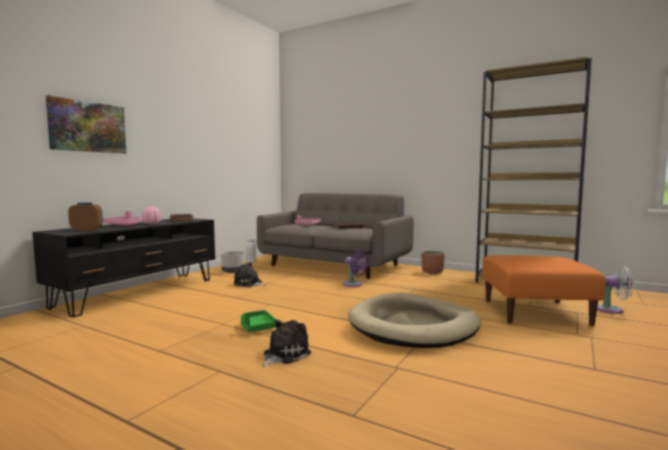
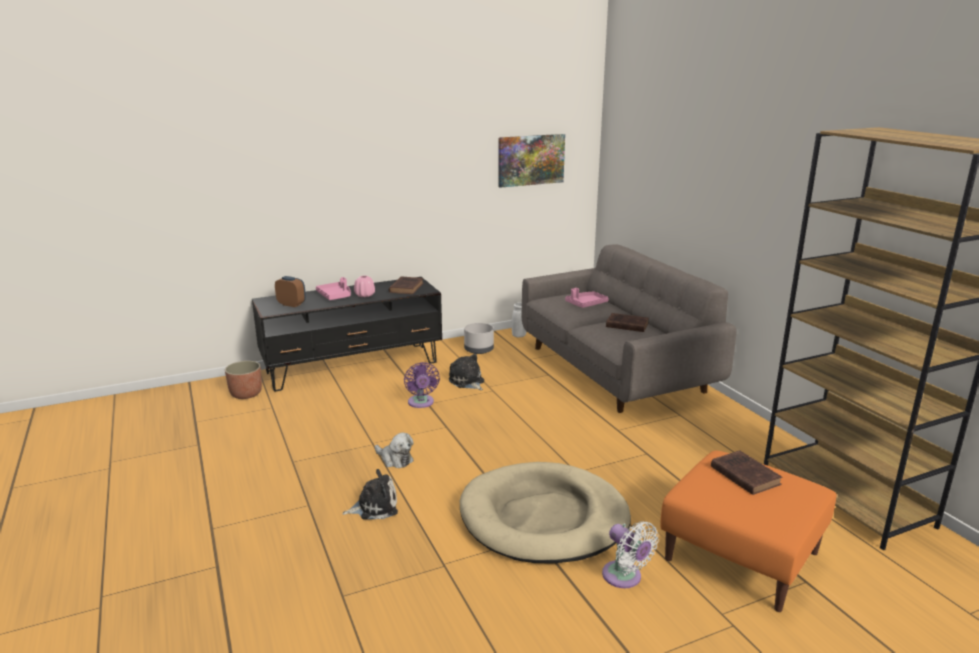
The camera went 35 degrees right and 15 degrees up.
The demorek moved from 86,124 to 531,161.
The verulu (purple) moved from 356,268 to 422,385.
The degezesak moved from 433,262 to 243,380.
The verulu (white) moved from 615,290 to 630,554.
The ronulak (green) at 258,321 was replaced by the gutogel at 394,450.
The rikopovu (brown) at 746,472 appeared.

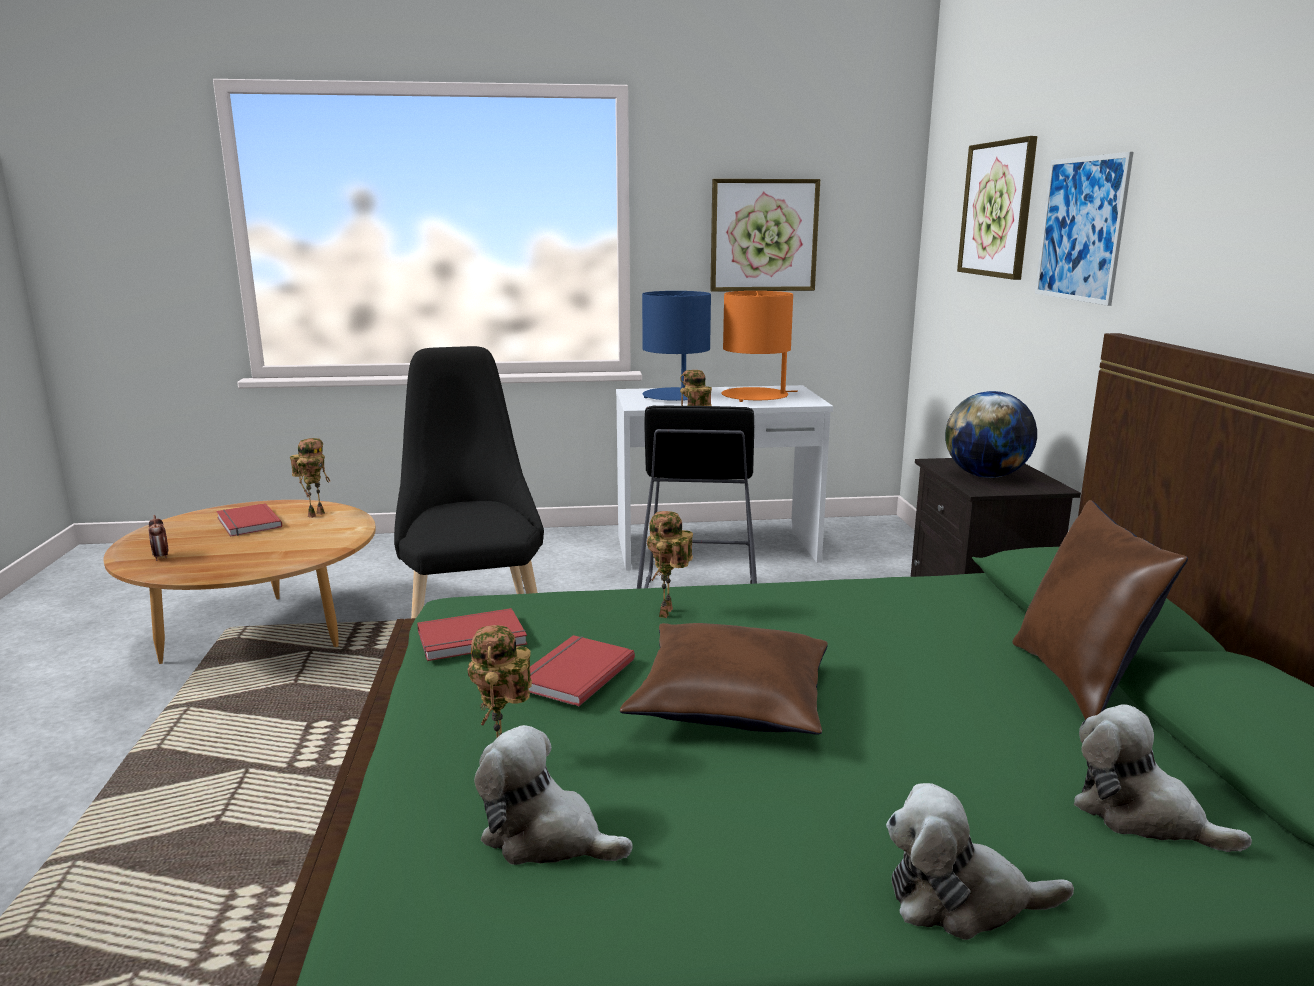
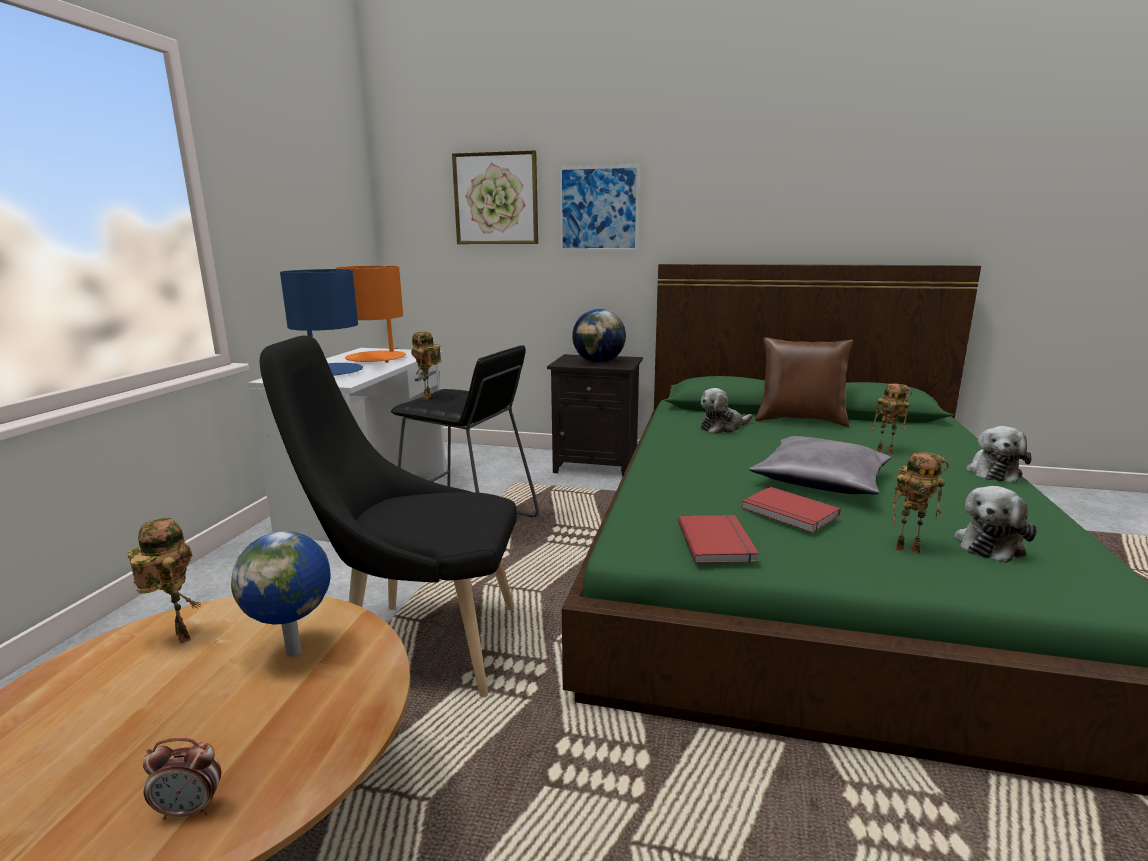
The camera went 70 degrees left and 0 degrees up.
The demorek at 765,235 disappeared.
The rikopovu (red) at 249,520 disappeared.
The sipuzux moved from 670,564 to 892,419.
The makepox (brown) at 724,679 became the makepox (grey) at 820,465.
The gutogel moved from 1163,778 to 726,411.
The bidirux at 281,594 appeared.

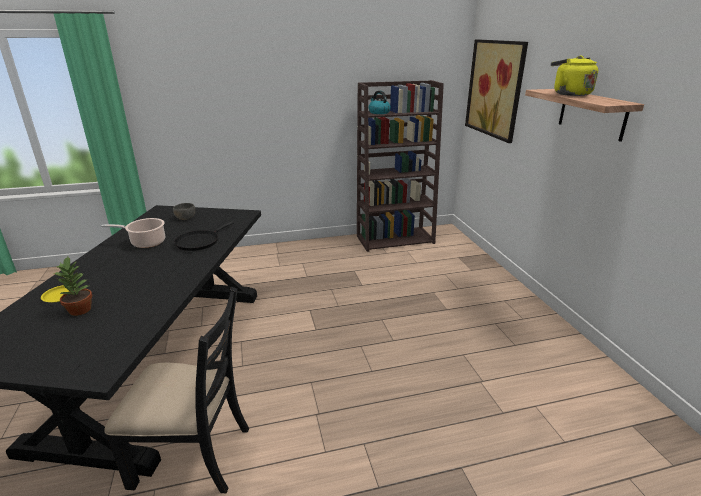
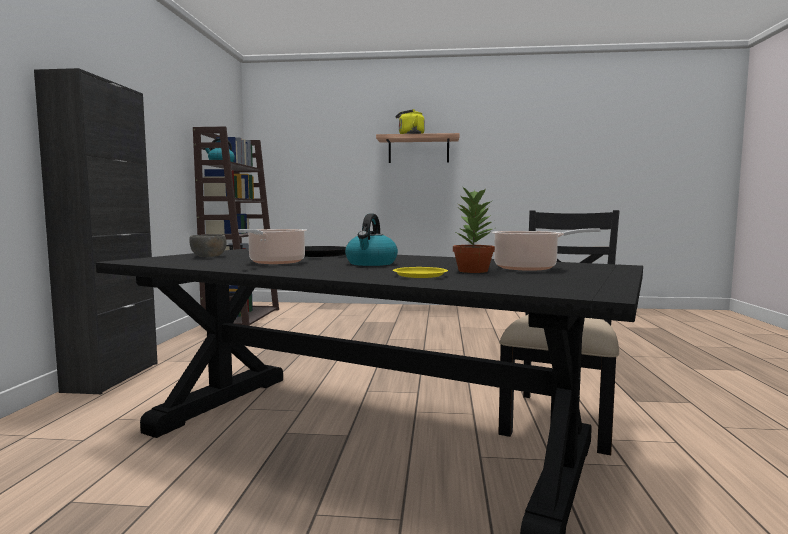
The camera went 70 degrees left and 20 degrees down.
The demorek at 496,91 disappeared.
The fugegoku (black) at 96,231 appeared.
The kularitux at 371,240 appeared.
The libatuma at 546,249 appeared.

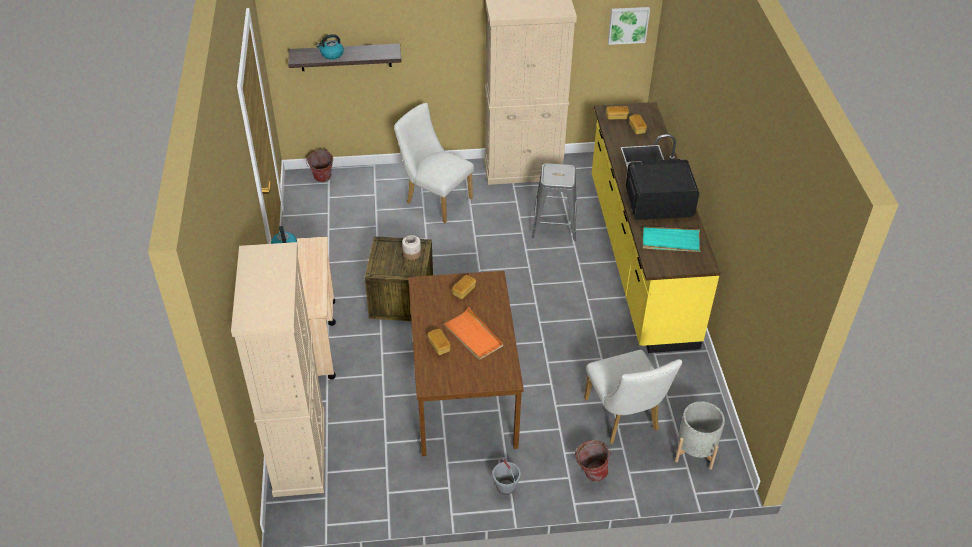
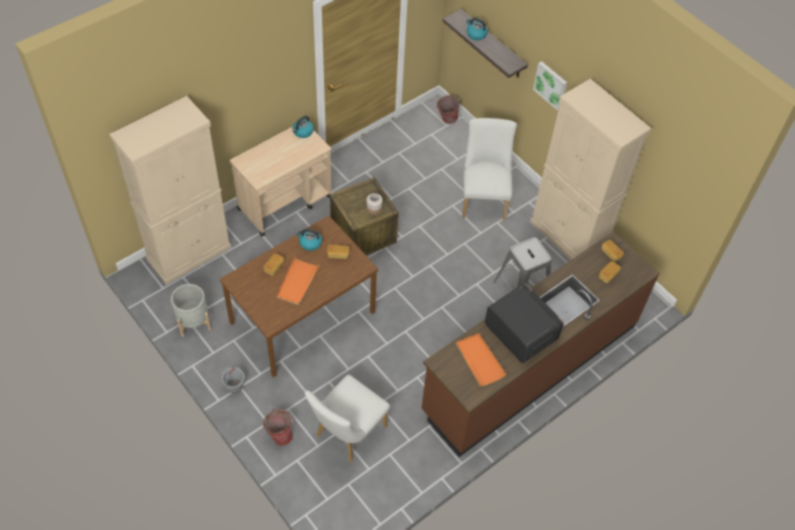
The camera went 55 degrees right and 10 degrees up.
The demorek moved from 629,26 to 550,85.
The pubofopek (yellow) at 656,227 became the pubofopek (brown) at 541,344.
The ronulak (turquoise) at 672,239 became the ronulak (orange) at 481,359.
The degezesak (grey) moved from 700,435 to 191,310.
The kularitux at 309,240 appeared.

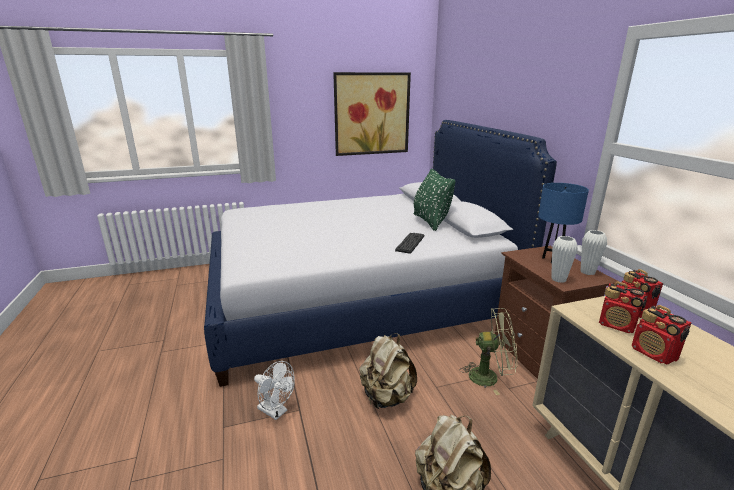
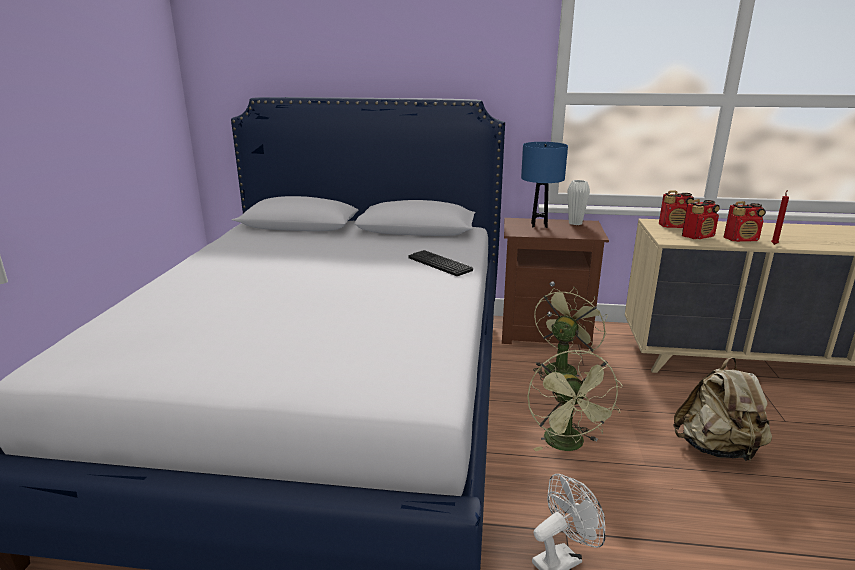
The camera went 65 degrees left and 0 degrees up.
The demorek at 372,114 disappeared.
The makepox (green) at 435,200 disappeared.
The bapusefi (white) at 564,259 disappeared.
The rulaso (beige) at 388,371 was replaced by the verulu (green) at 575,400.
The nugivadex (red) at 780,217 appeared.

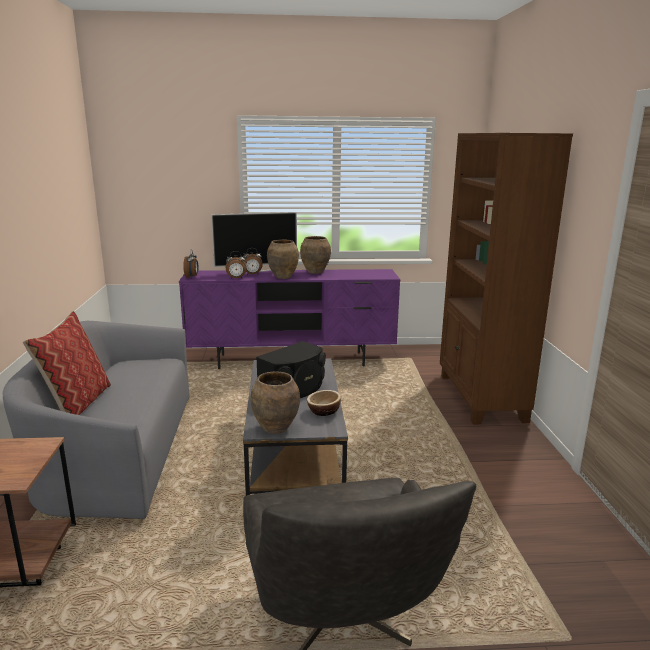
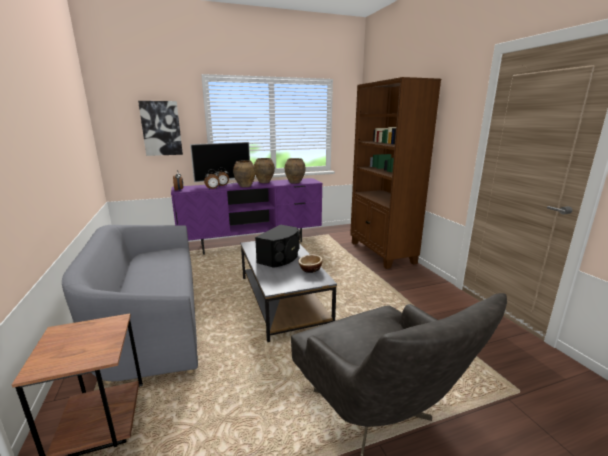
The camera went 15 degrees left and 0 degrees up.
The makepox at 67,363 disappeared.
The bapusefi (brown) moved from 275,402 to 295,171.
The demorek at 160,128 appeared.

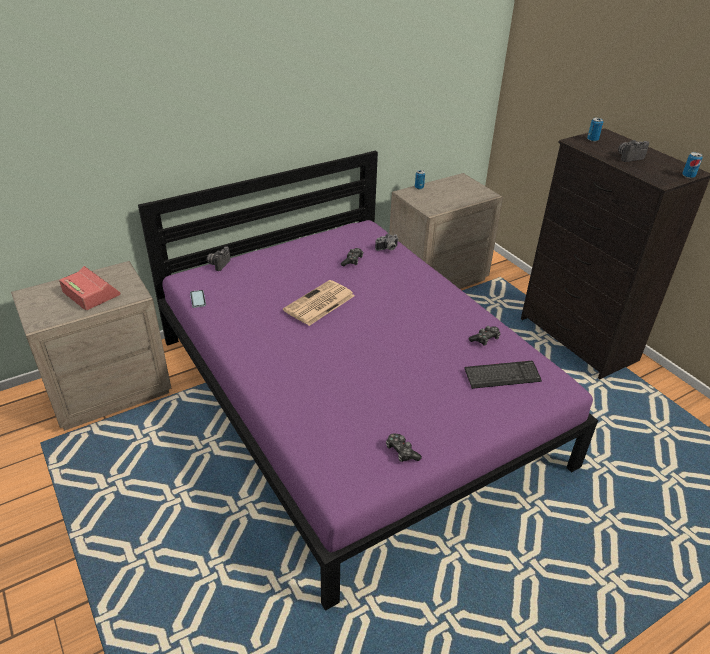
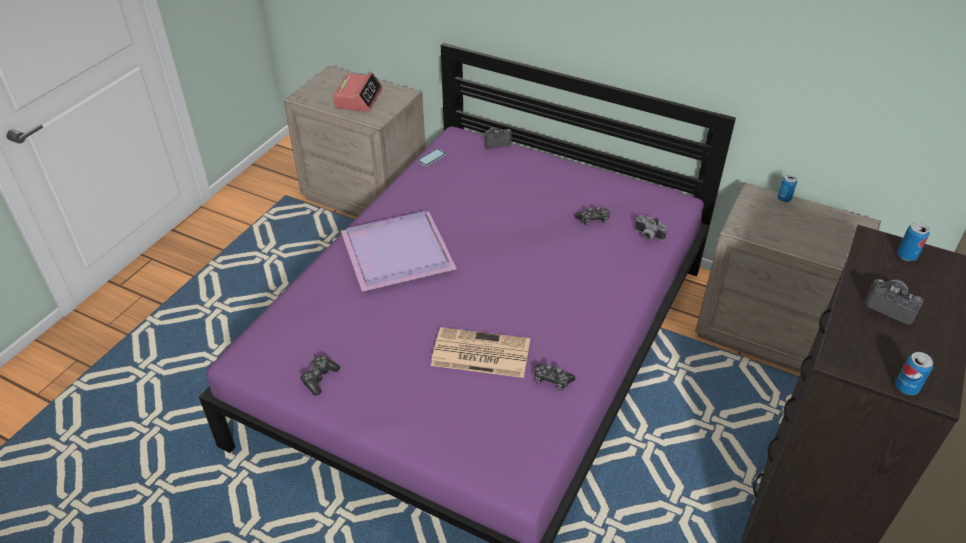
The camera went 60 degrees right and 5 degrees up.
The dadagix moved from 319,303 to 480,352.
The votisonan at 503,375 disappeared.
The ronulak (purple) at 399,251 appeared.

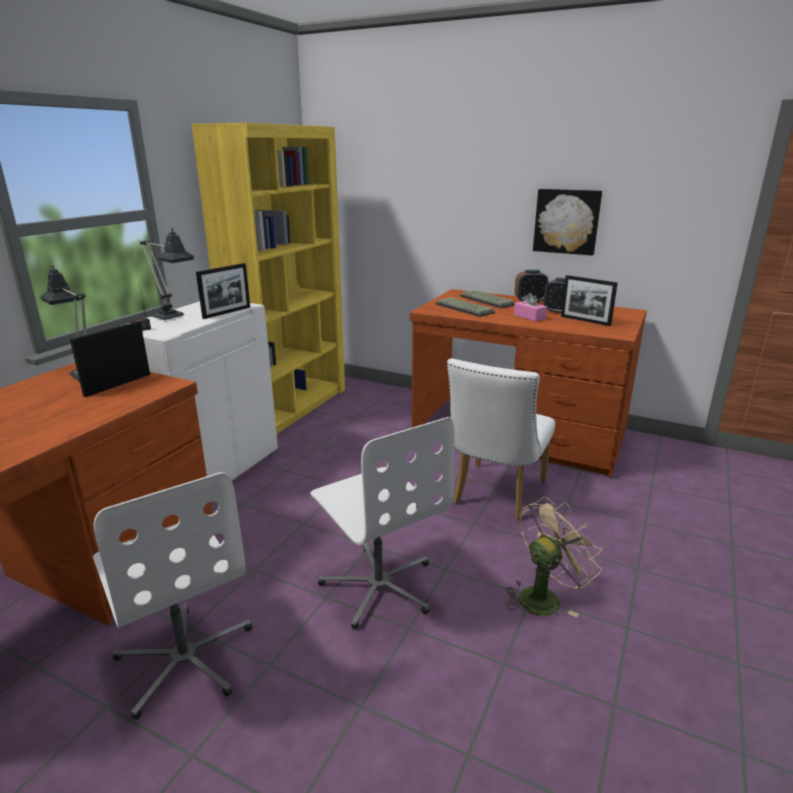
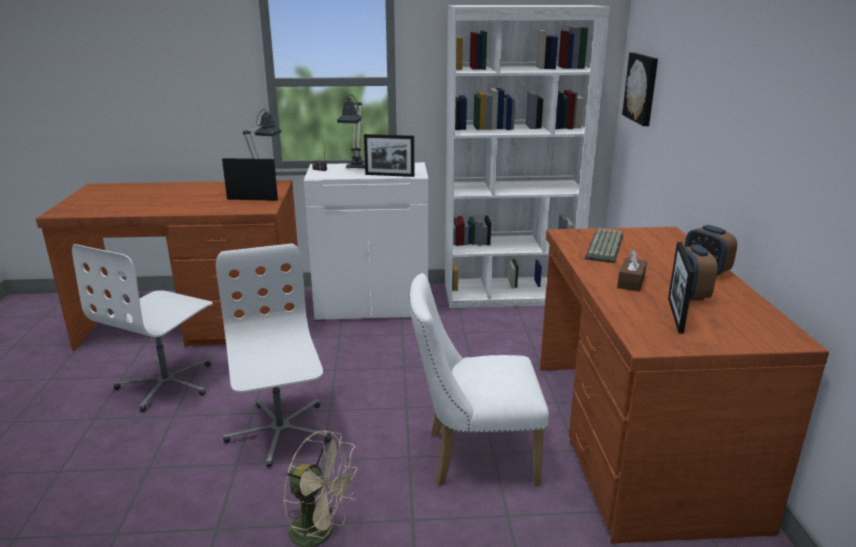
The camera went 60 degrees right and 0 degrees up.
The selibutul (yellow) at 268,278 became the selibutul (white) at 527,156.
The demorek moved from 567,222 to 640,89.
The votisonan at 487,299 disappeared.
The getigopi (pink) at 530,307 became the getigopi (brown) at 632,270.
The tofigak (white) at 382,523 turned 135 degrees clockwise.

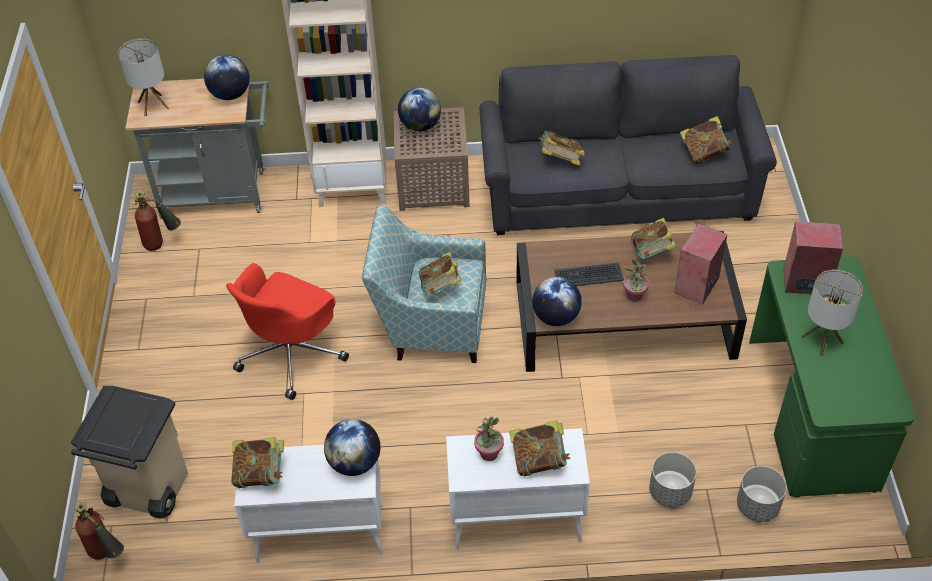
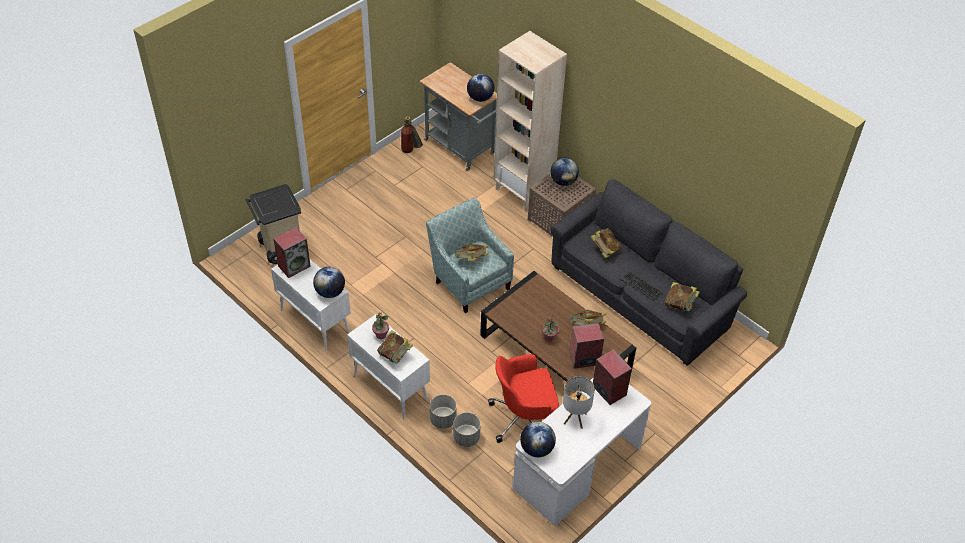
The camera went 45 degrees right and 0 degrees up.
The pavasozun at 143,77 disappeared.
The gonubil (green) at 832,376 became the gonubil (white) at 582,451.
The tofigak (red) moved from 287,331 to 523,398.
The votisonan moved from 589,274 to 641,286.
The bidirux moved from 557,301 to 538,439.
The rikopovu at 257,462 was replaced by the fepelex at 292,252.
The degezesak (grey) moved from 762,494 to 443,411.
The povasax at 99,531 disappeared.

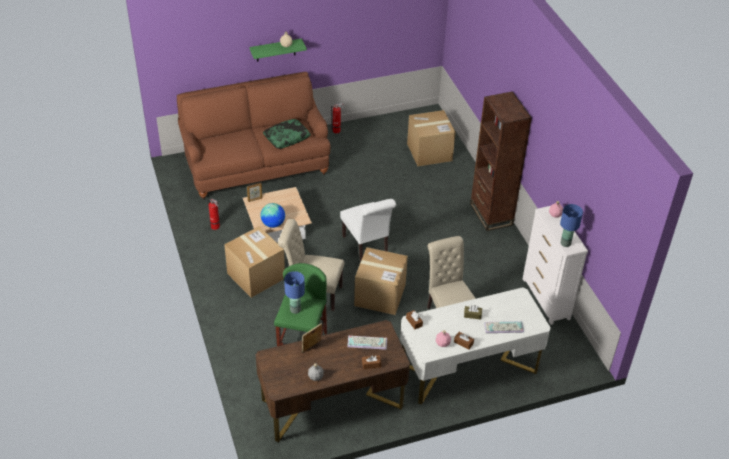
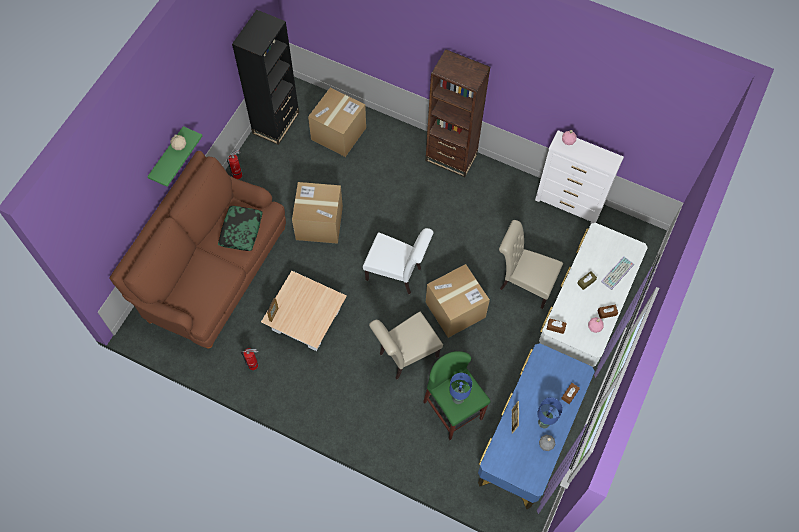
The camera went 45 degrees left and 20 degrees up.
The bidirux at 273,215 disappeared.
The pavasozun (blue) moved from 571,225 to 550,412.
The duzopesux moved from 254,262 to 317,213.
The gonubil (brown) at 332,381 became the gonubil (blue) at 536,426.
The votisonan at 367,343 disappeared.
The selibutul (black) at 265,77 appeared.

